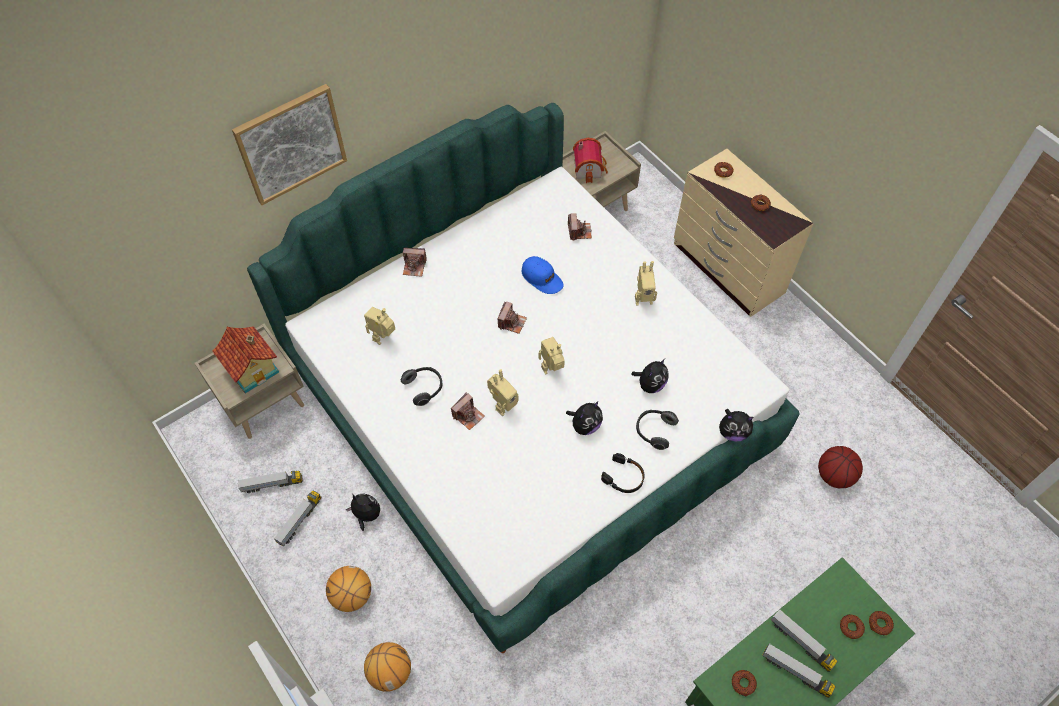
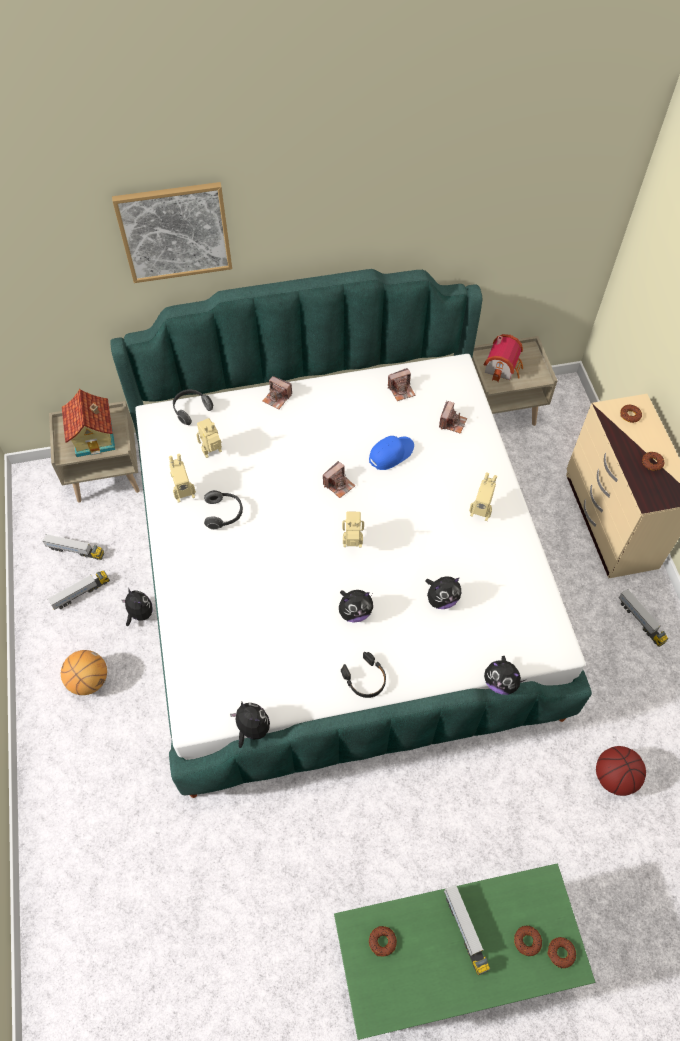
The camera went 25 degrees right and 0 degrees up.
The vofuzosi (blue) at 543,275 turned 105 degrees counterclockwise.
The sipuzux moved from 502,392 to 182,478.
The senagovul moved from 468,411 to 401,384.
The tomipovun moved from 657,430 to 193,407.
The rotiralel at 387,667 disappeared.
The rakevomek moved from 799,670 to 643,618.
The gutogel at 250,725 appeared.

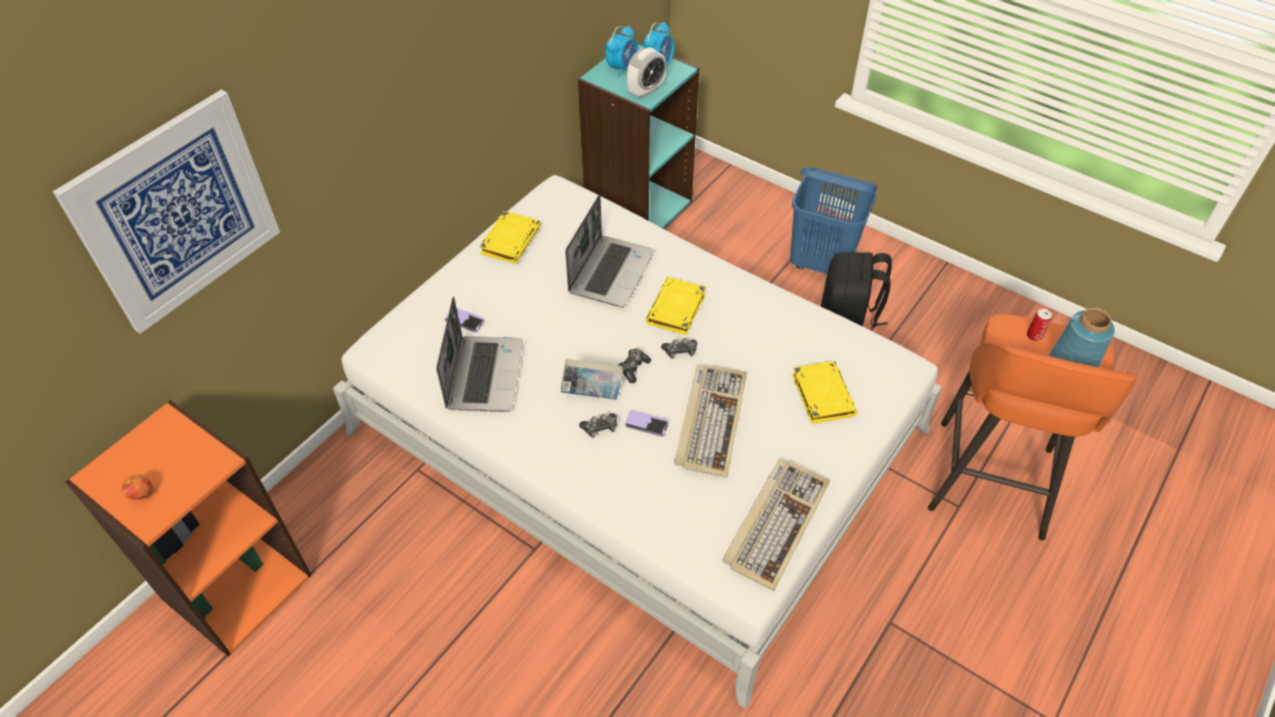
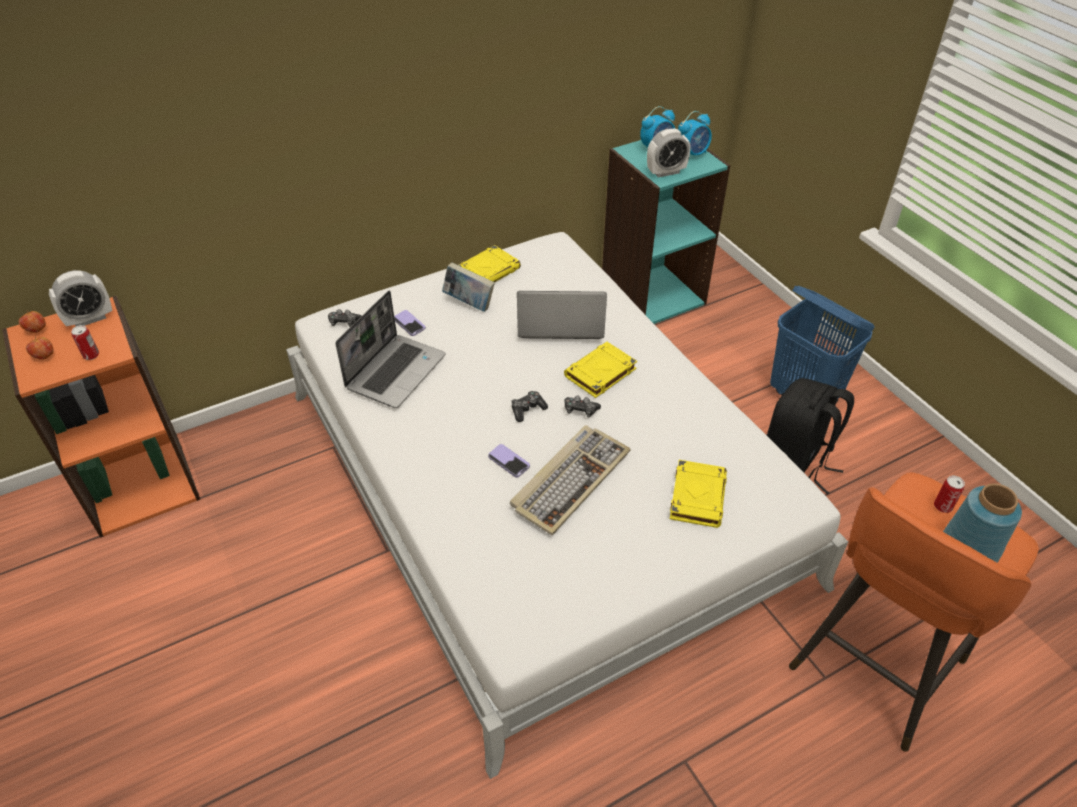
The camera went 25 degrees right and 5 degrees down.
The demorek at 166,212 disappeared.
The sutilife at 609,250 turned 135 degrees counterclockwise.
The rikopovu moved from 592,379 to 468,287.
The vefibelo moved from 598,425 to 344,318.
The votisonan at 776,525 disappeared.
The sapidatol at 80,298 appeared.
The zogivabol at 32,321 appeared.
The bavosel at 85,342 appeared.

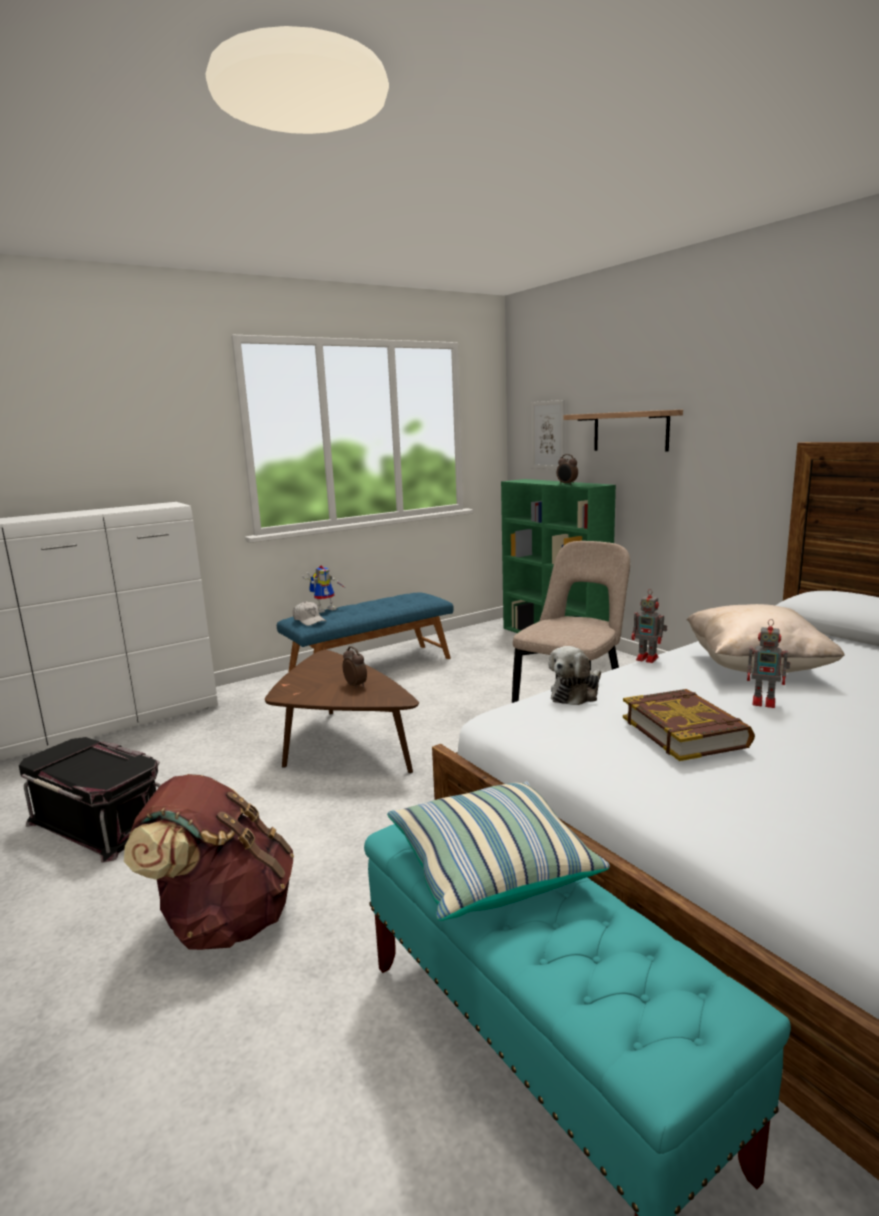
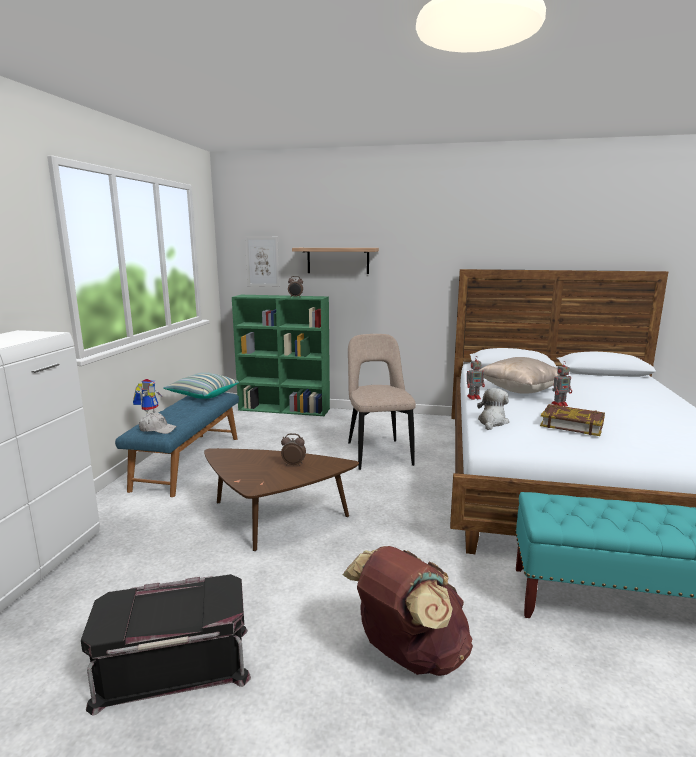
The camera went 45 degrees left and 0 degrees up.
The gutogel at 574,675 turned 150 degrees counterclockwise.
The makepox moved from 498,851 to 201,385.

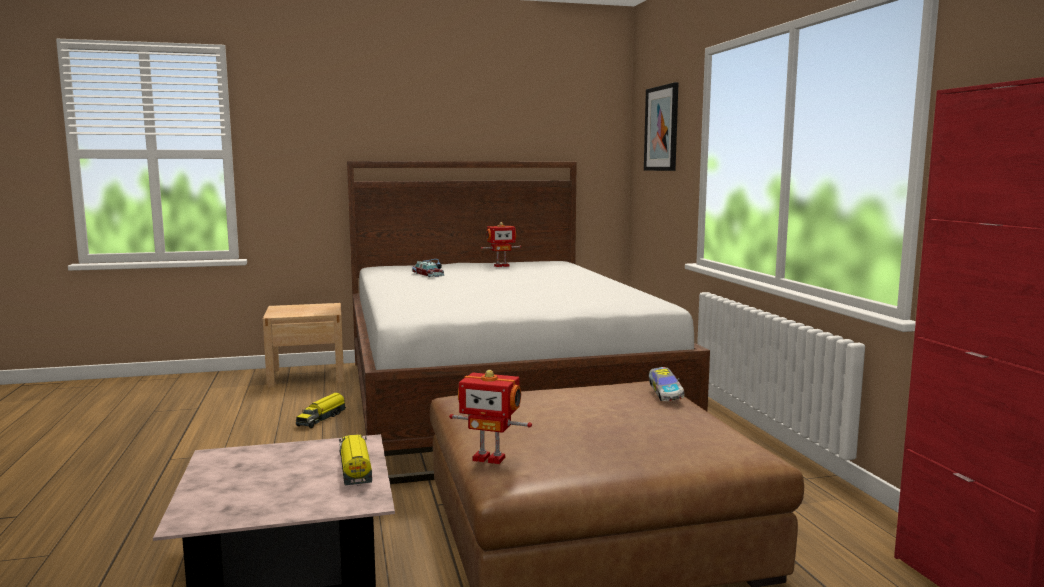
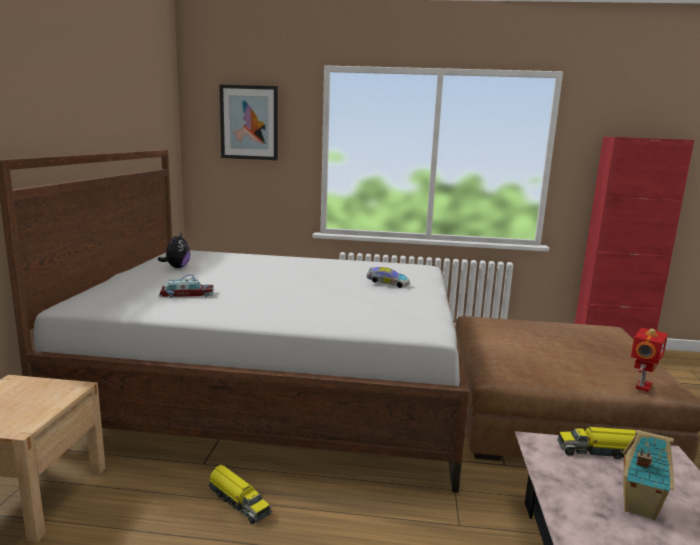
The camera went 70 degrees left and 5 degrees up.
The sipuzux at 501,244 was replaced by the gutogel at 174,250.
The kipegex moved from 667,384 to 387,277.
The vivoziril at 648,475 appeared.

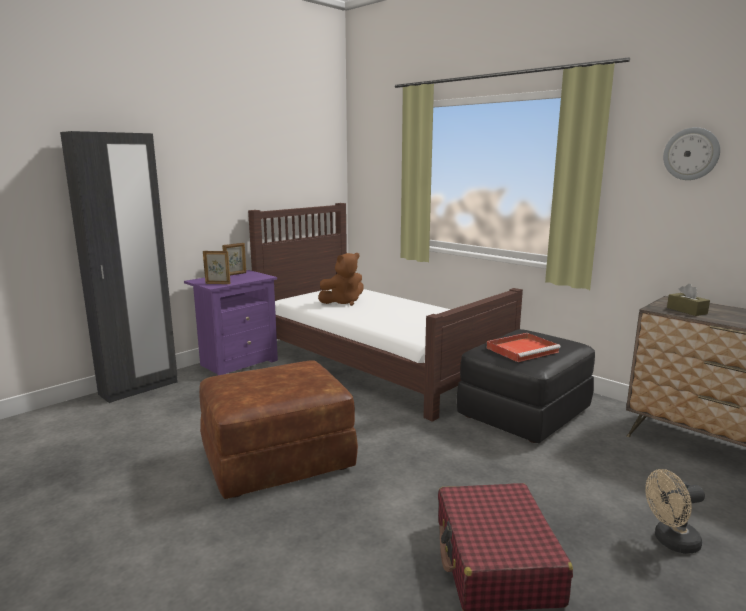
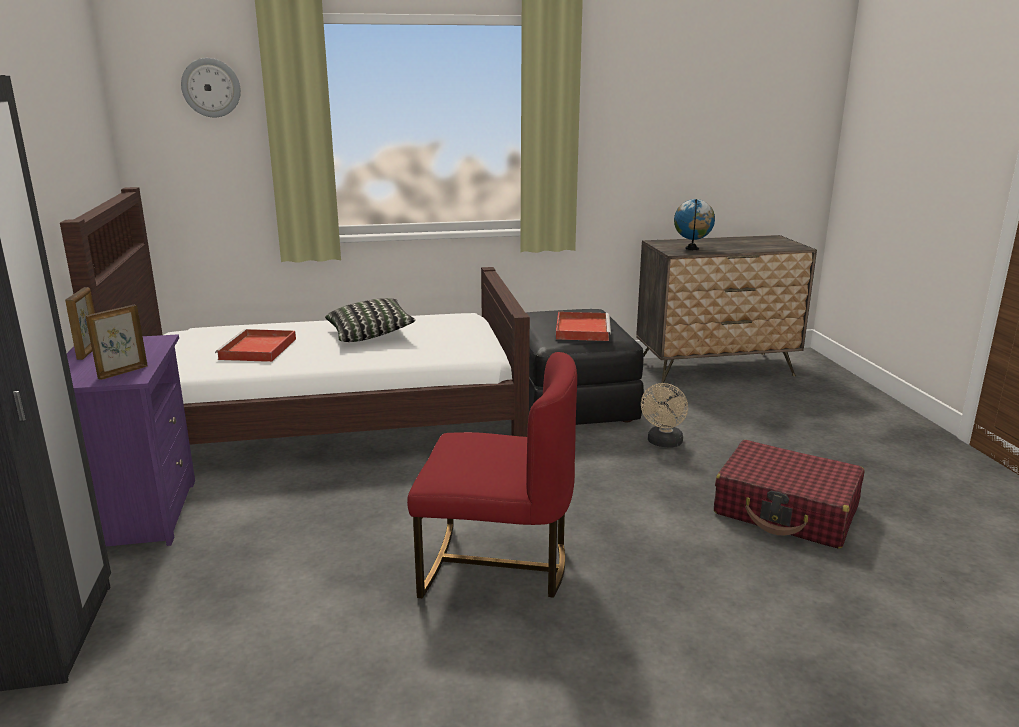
The camera went 55 degrees left and 5 degrees up.
The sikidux moved from 691,153 to 211,87.
The gutogel (brown) at 341,279 was replaced by the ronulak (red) at 255,345.
The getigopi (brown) at 688,300 was replaced by the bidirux at 694,224.
The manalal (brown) at 278,429 was replaced by the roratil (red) at 492,475.
The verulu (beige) moved from 675,511 to 664,415.
The makepox at 370,320 appeared.

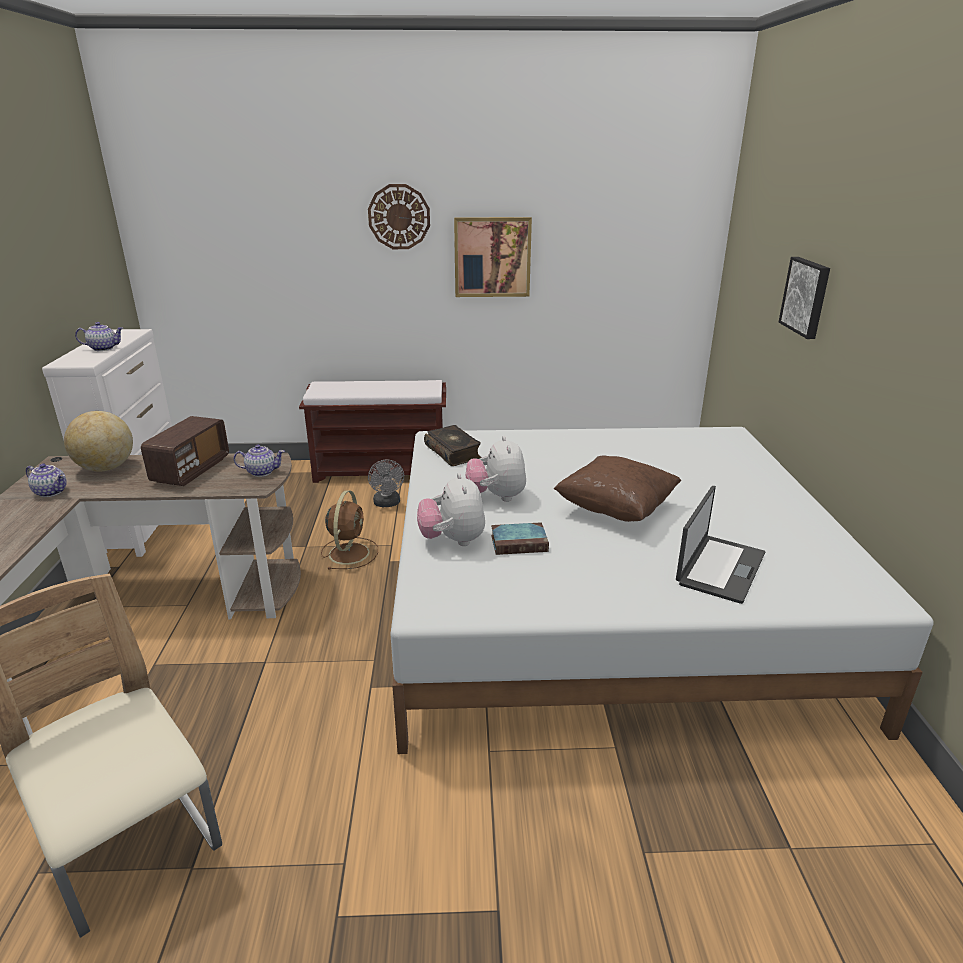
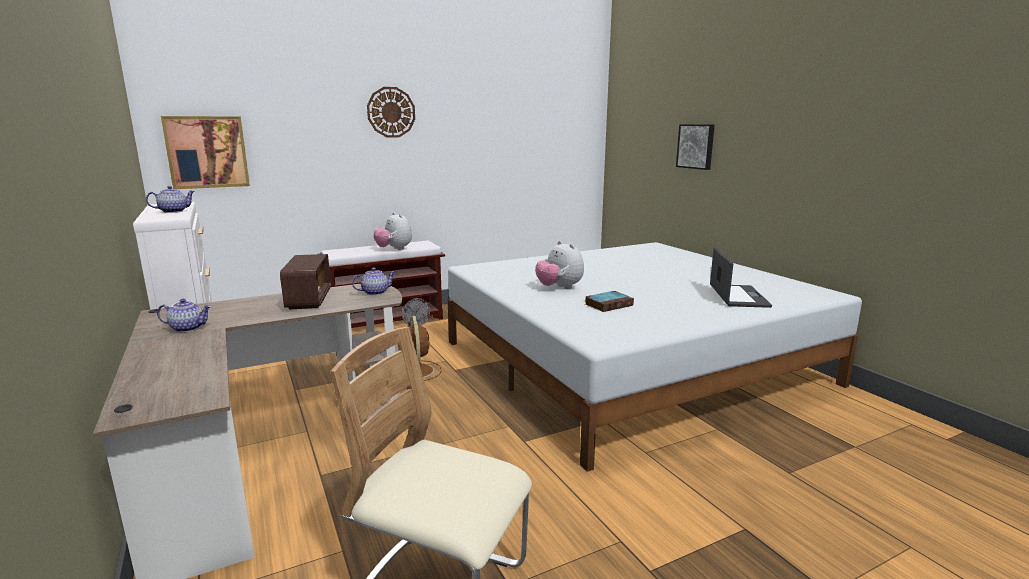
The camera went 25 degrees left and 10 degrees down.
The demorek moved from 493,257 to 205,152.
The bidirux at 98,441 disappeared.
The rikopovu at 453,445 disappeared.
The makepox (brown) at 617,489 disappeared.
The gutogel moved from 451,509 to 393,231.

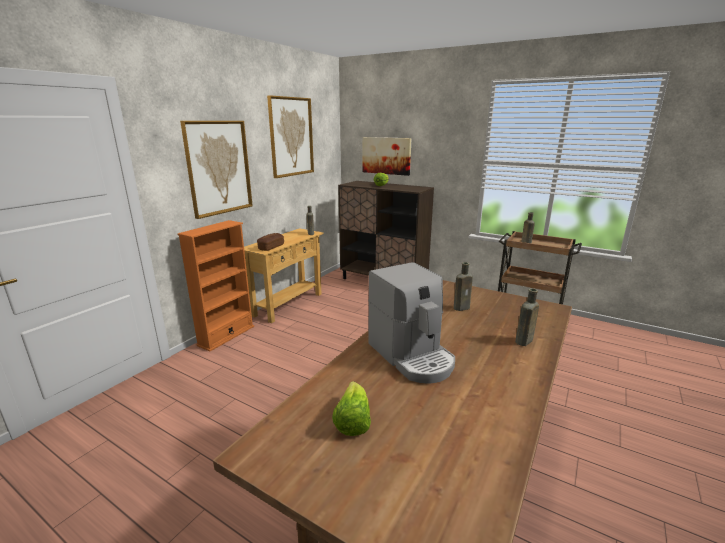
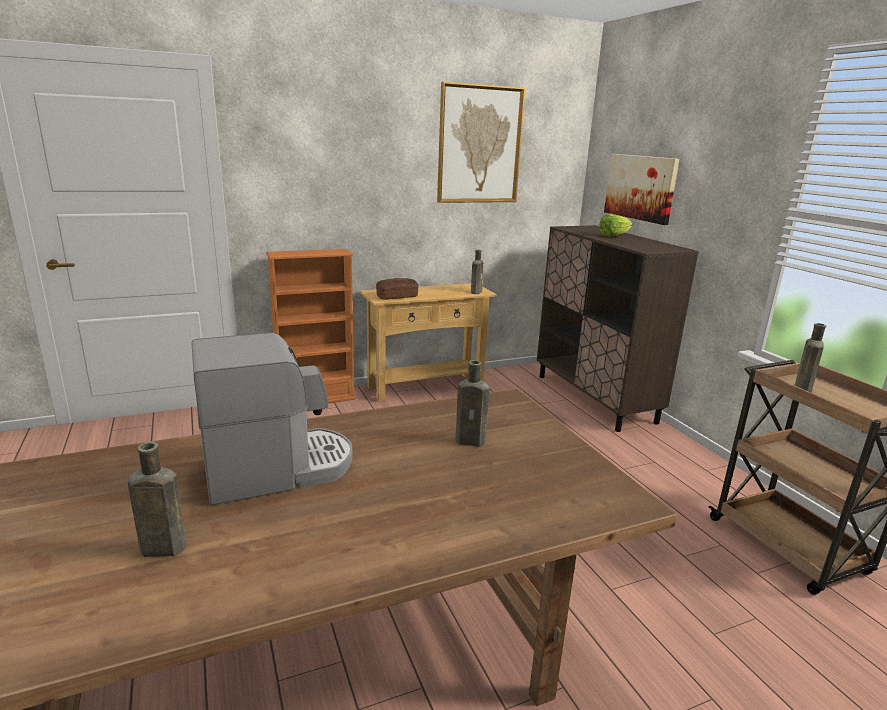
The camera went 35 degrees right and 0 degrees up.
The demorek at 216,170 disappeared.
The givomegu at 411,323 turned 120 degrees counterclockwise.
The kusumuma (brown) moved from 527,317 to 157,499.
The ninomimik at 351,408 disappeared.

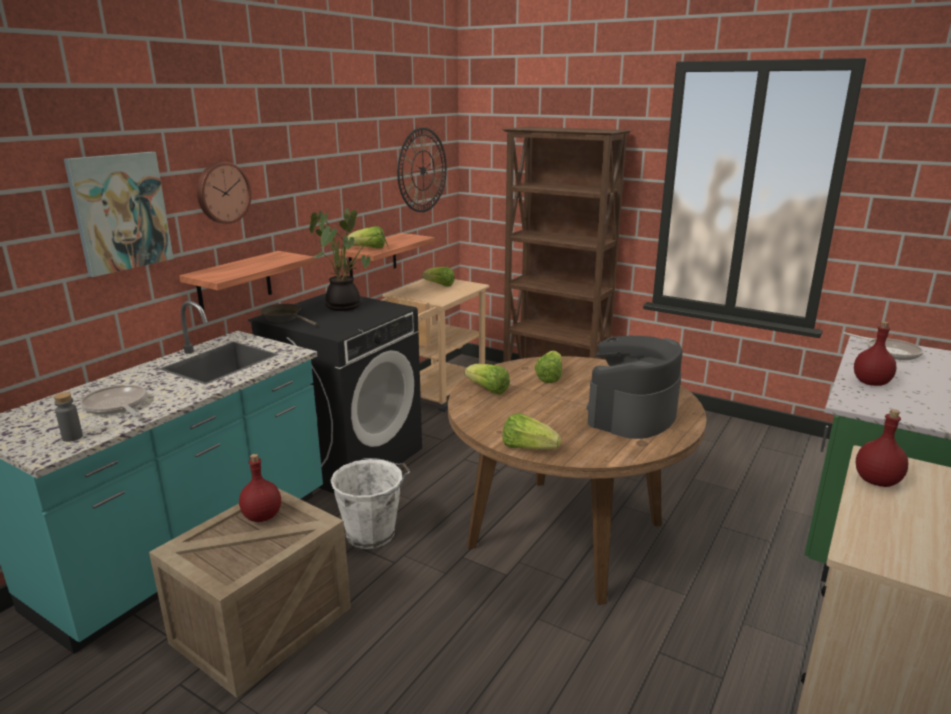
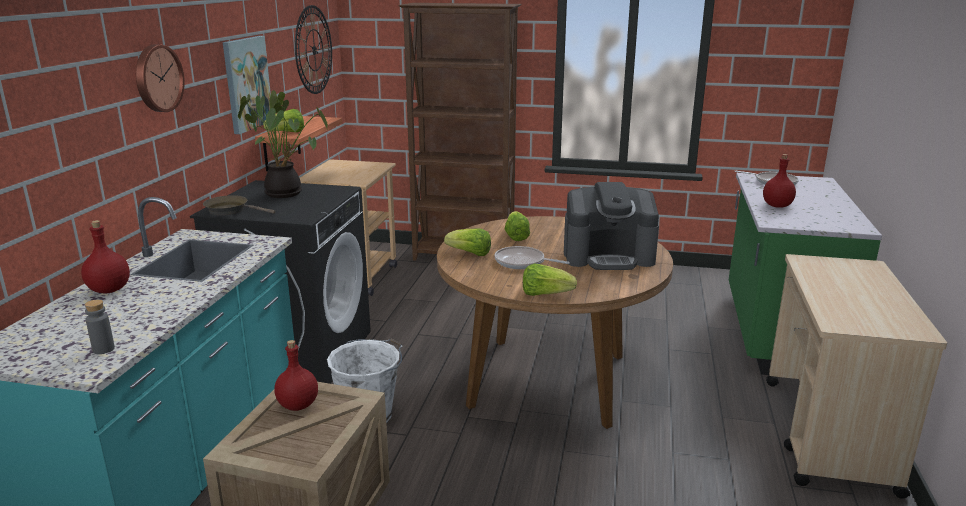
The camera went 20 degrees left and 0 degrees up.
The demorek moved from 119,214 to 247,85.
The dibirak at 247,281 disappeared.
The ninomimik at 438,277 disappeared.
The givomegu at 635,387 turned 105 degrees counterclockwise.
The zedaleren moved from 113,401 to 532,257.
The kusumuma (red) moved from 882,448 to 105,256.

